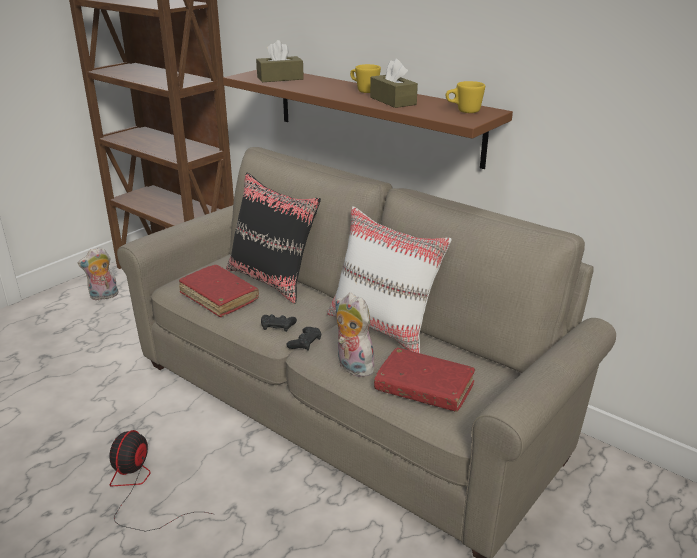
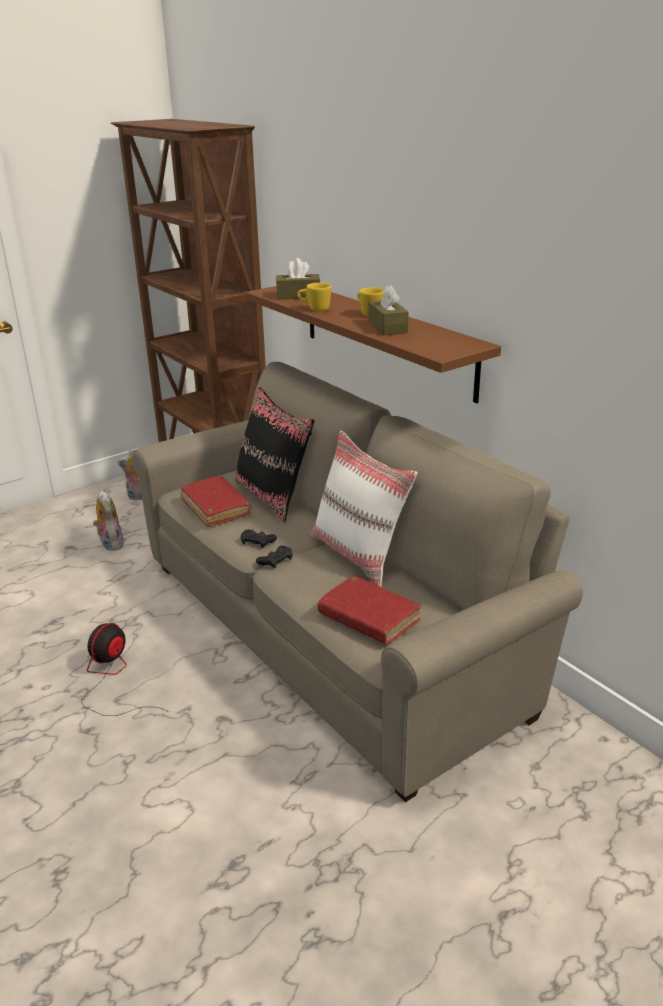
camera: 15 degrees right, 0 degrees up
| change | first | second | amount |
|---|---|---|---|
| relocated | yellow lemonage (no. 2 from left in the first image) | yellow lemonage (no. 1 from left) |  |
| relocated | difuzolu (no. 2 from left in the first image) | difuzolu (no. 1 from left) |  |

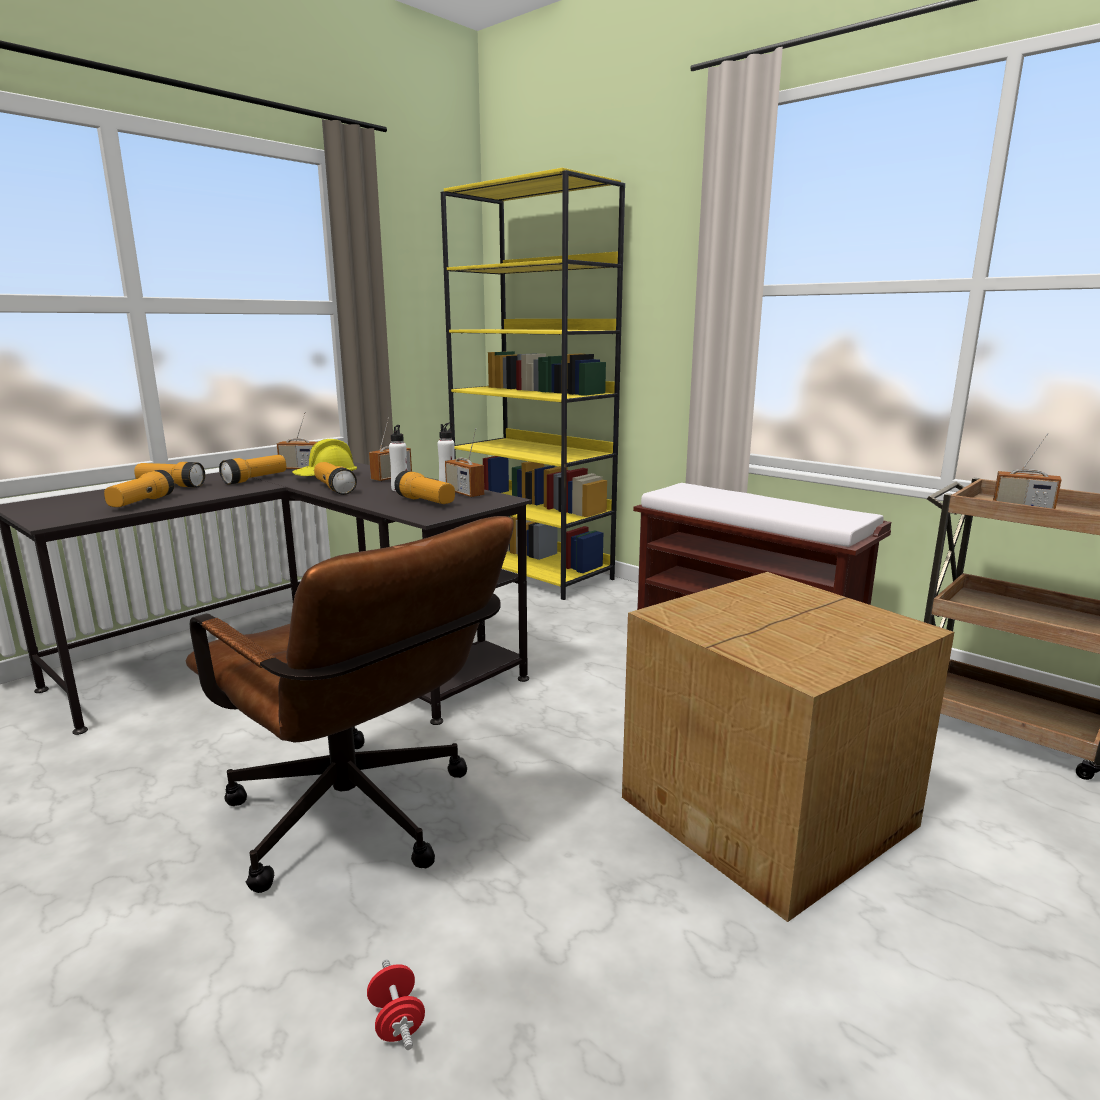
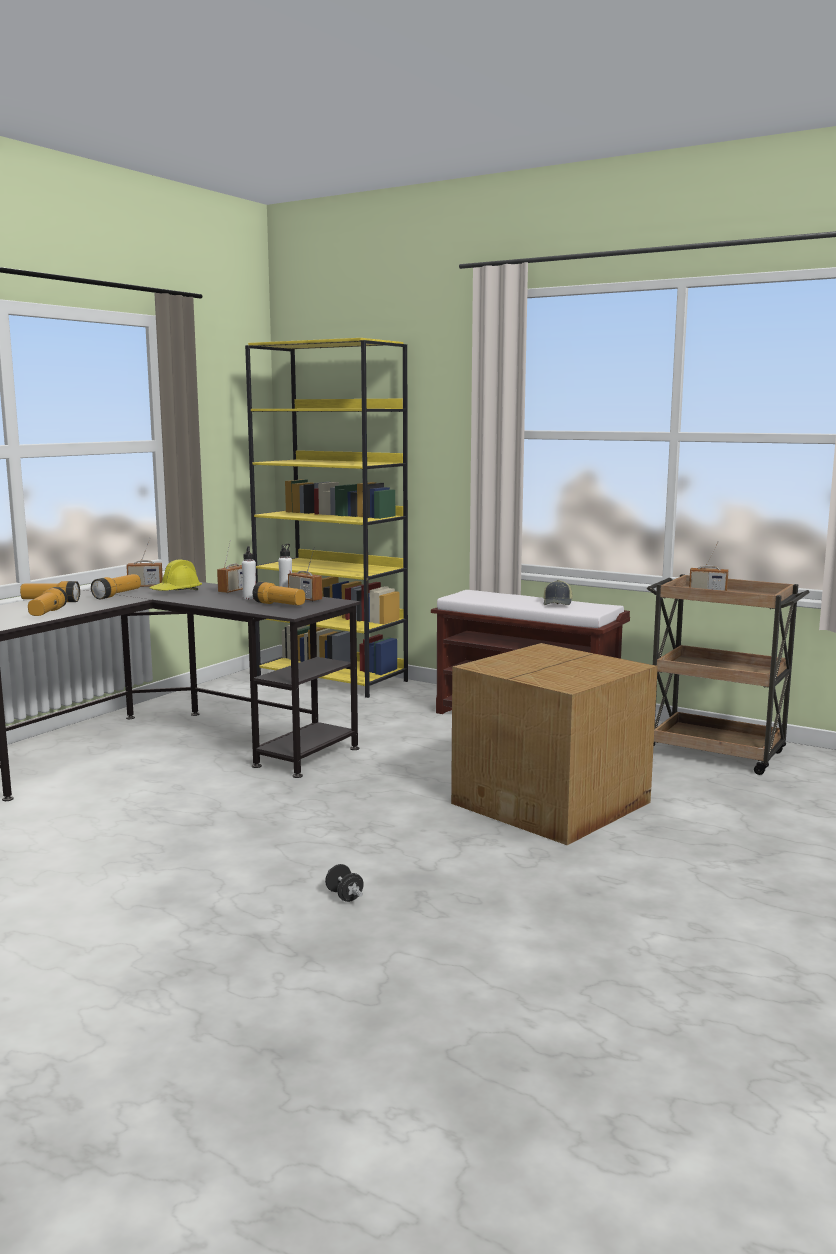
camera: 10 degrees left, 5 degrees down
| change | first | second | amount |
|---|---|---|---|
| missing | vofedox (no. 4 from left) |  |  |
| missing | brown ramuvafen |  |  |
| colour | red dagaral | black dagaral |  |
| appeared |  | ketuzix |  |

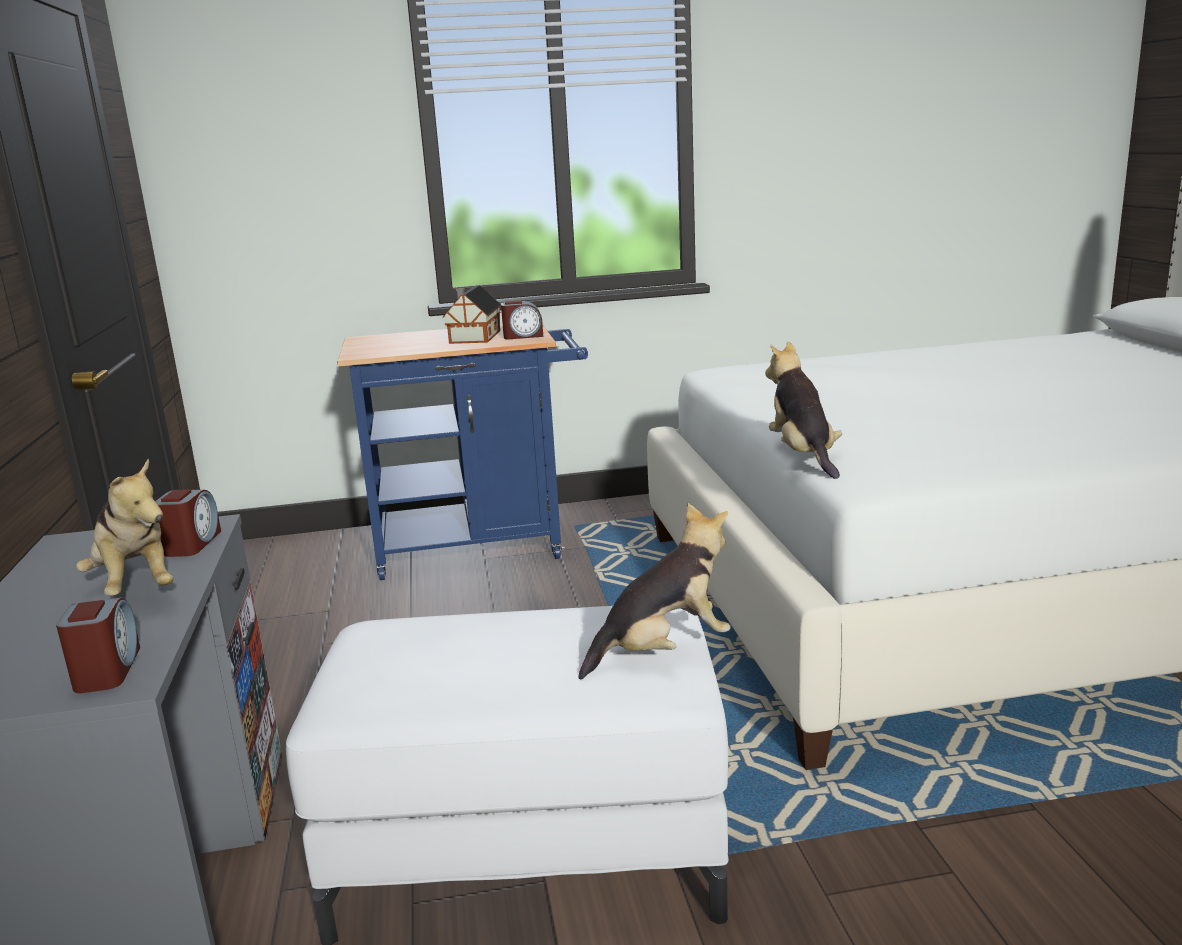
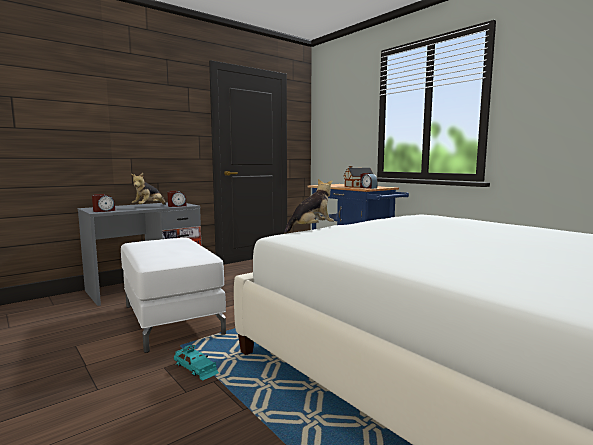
camera: 60 degrees right, 10 degrees down
| change | first | second | amount |
|---|---|---|---|
| missing | difuzolu (no. 2 from left) |  |  |
| appeared |  | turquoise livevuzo |  |

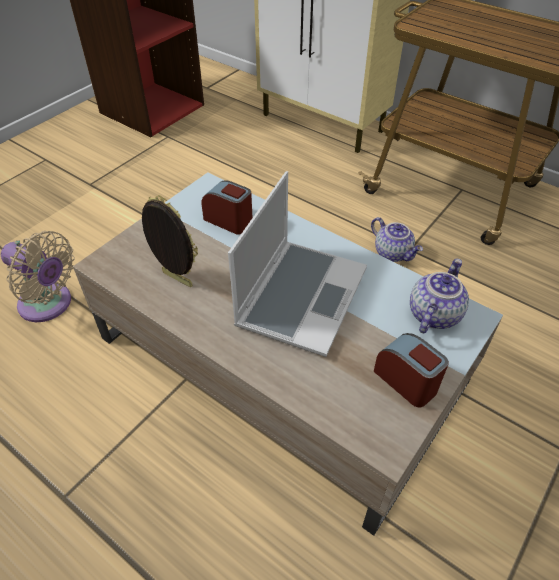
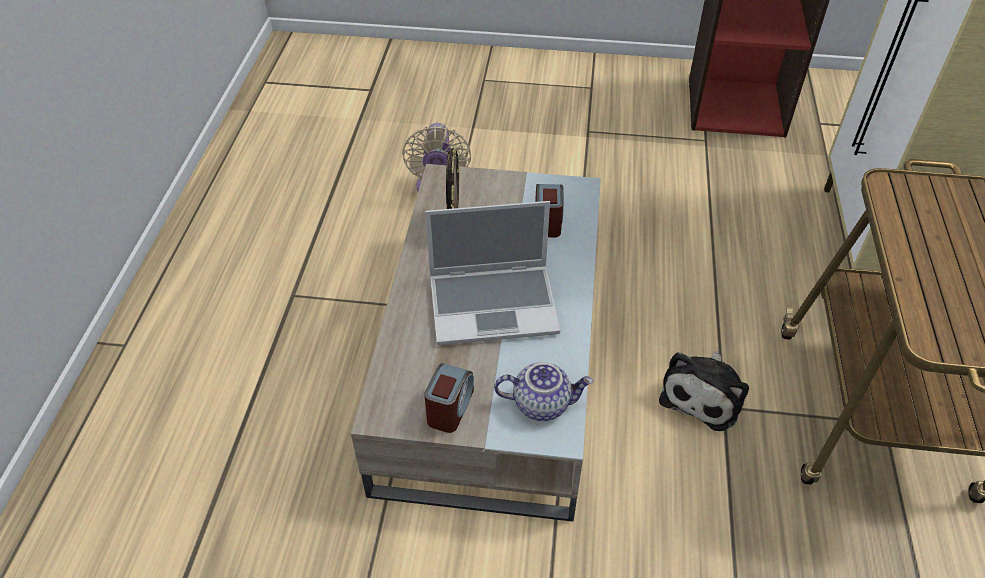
camera: 60 degrees right, 0 degrees up
| change | first | second | amount |
|---|---|---|---|
| exchanged | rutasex (no. 1 from left) | difuzolu |  |

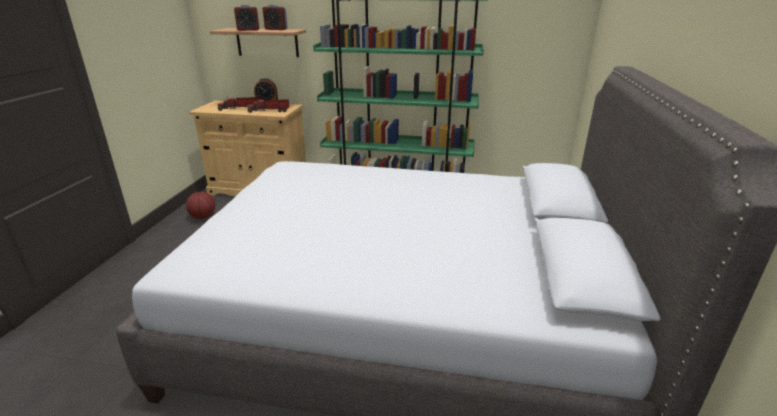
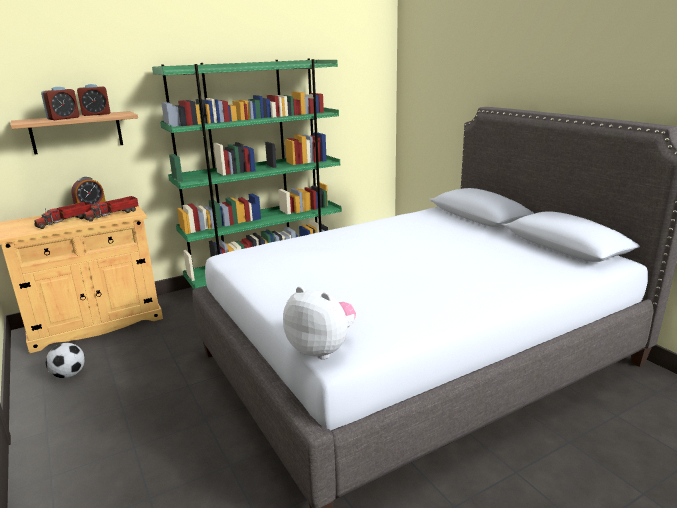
camera: 40 degrees left, 5 degrees down
| change | first | second | amount |
|---|---|---|---|
| exchanged | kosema | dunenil |  |
| appeared |  | difuzolu |  |

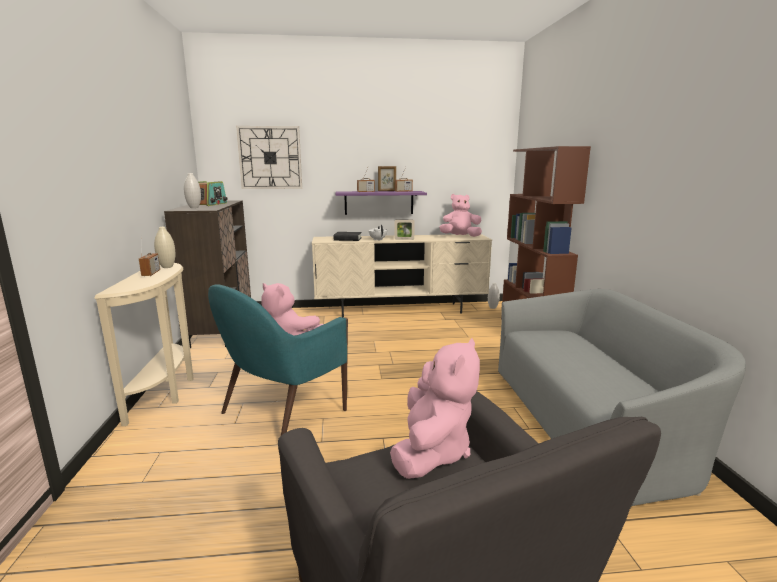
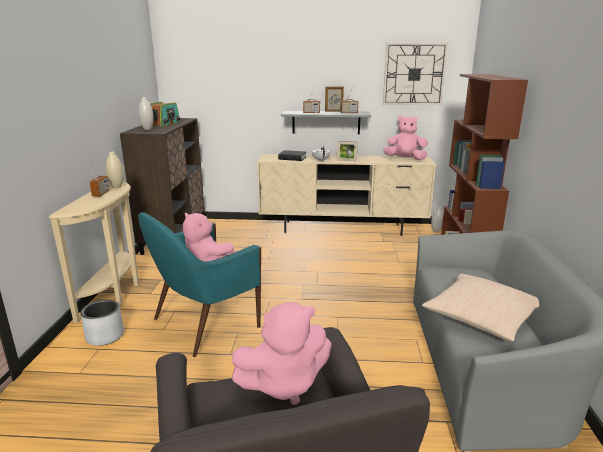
camera: 10 degrees right, 5 degrees up
| change | first | second | amount |
|---|---|---|---|
| relocated | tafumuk |  |  |
| colour | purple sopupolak | grey sopupolak |  |
| spun | pink difuzolu (no. 2 from left) |  | 45 degrees clockwise |
| appeared |  | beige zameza |  |
| appeared |  | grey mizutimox |  |

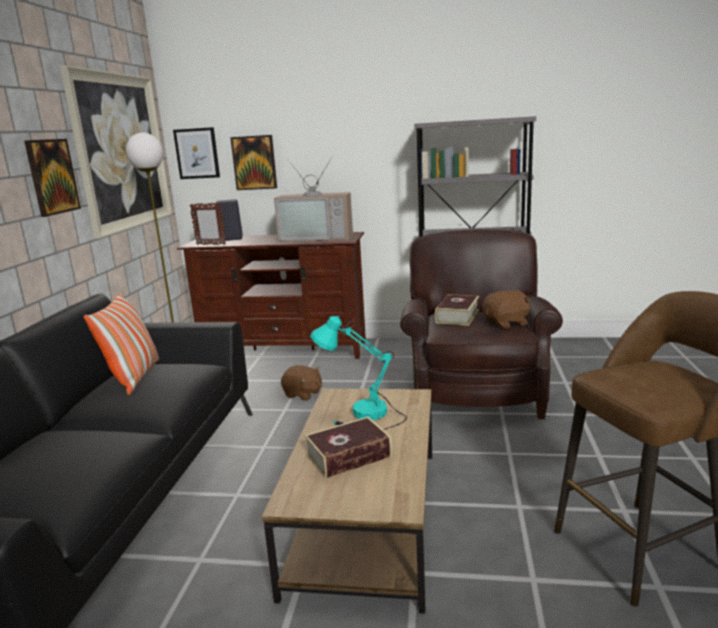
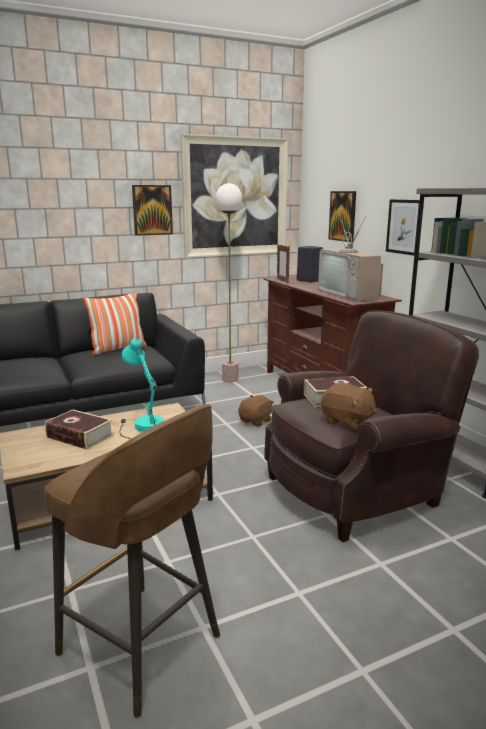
camera: 55 degrees right, 0 degrees up
| change | first | second | amount |
|---|---|---|---|
| relocated | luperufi (no. 3 from left in the first image) | luperufi (no. 4 from left) |  |
| spun | brown difuzolu (no. 1 from left) |  | 135 degrees counterclockwise |

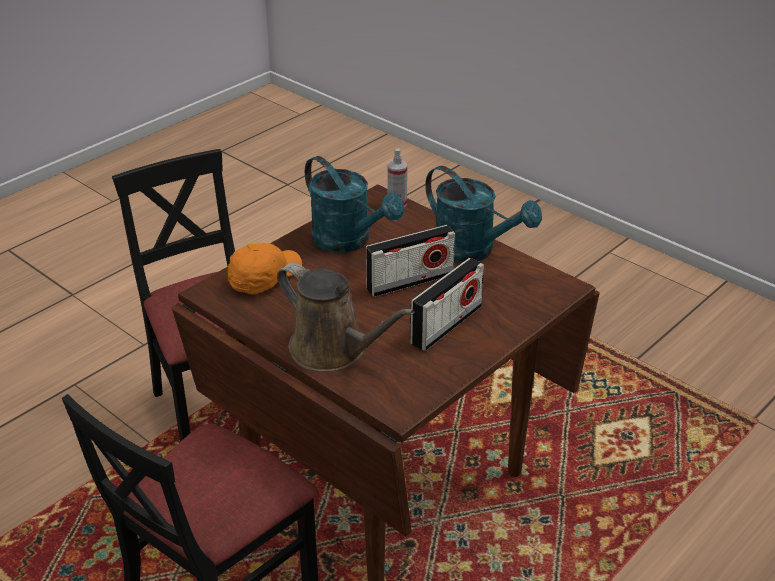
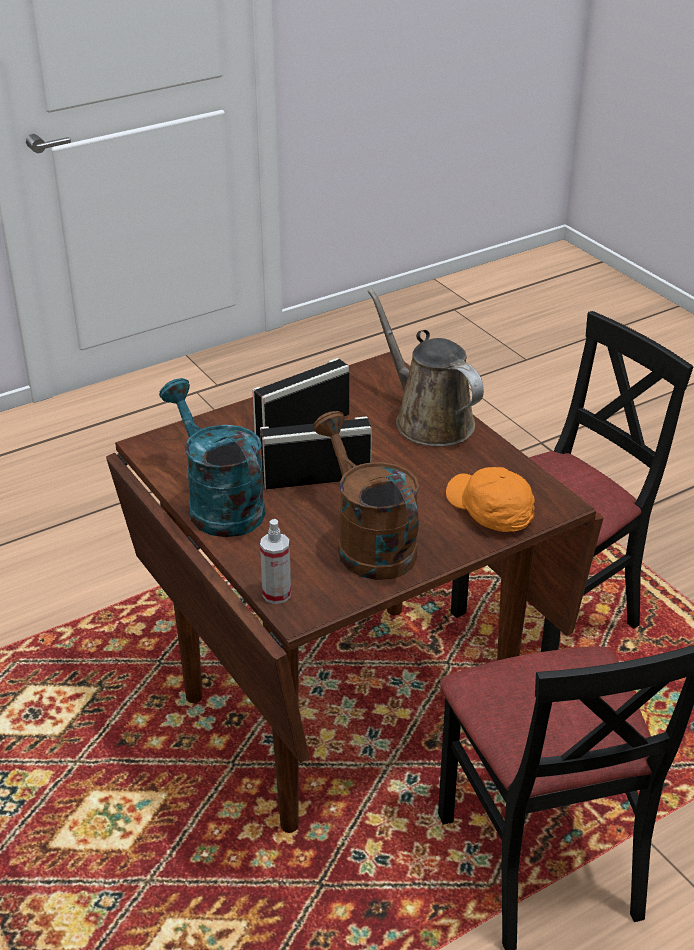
camera: 165 degrees left, 0 degrees up
| change | first | second | amount |
|---|---|---|---|
| colour | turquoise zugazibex (no. 1 from left) | brown zugazibex (no. 1 from left) |  |
| spun | orange ketuzix |  | 90 degrees clockwise |

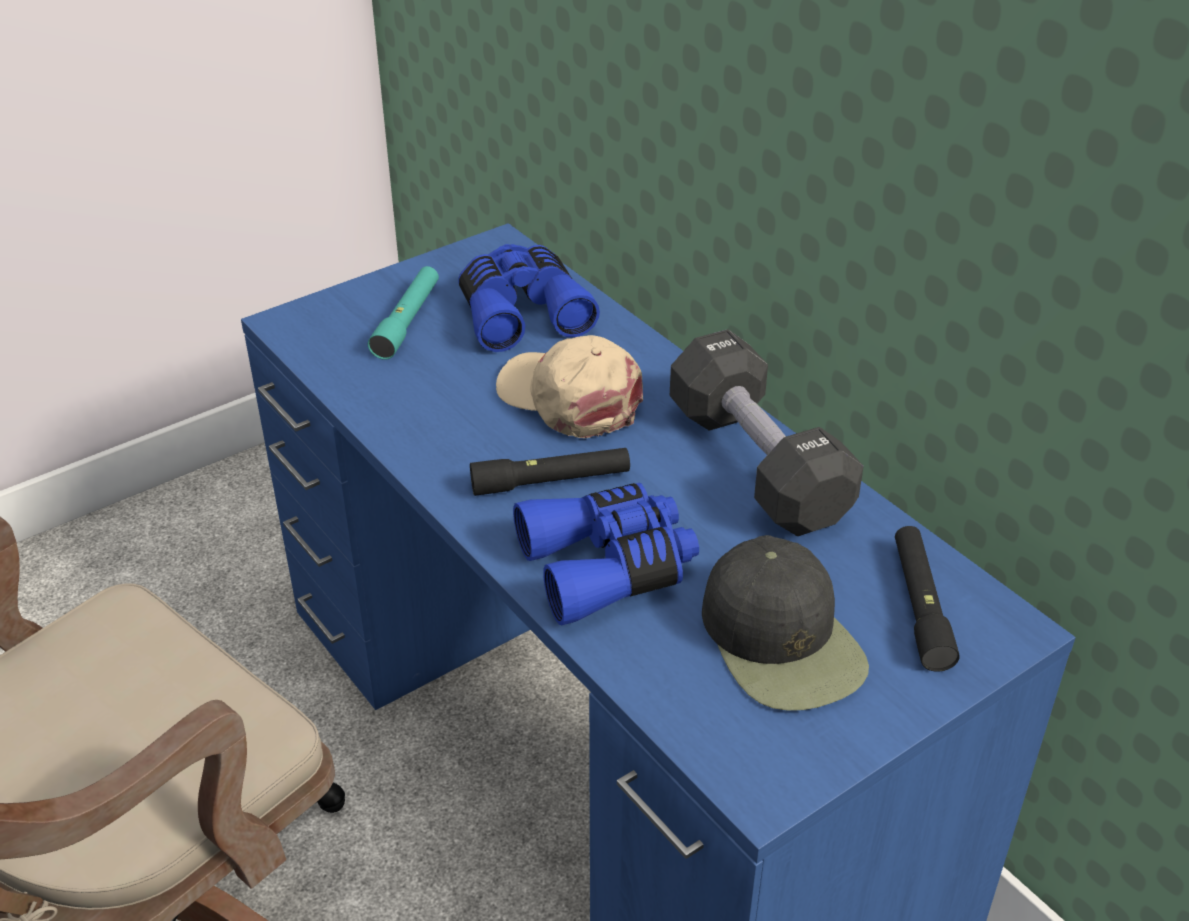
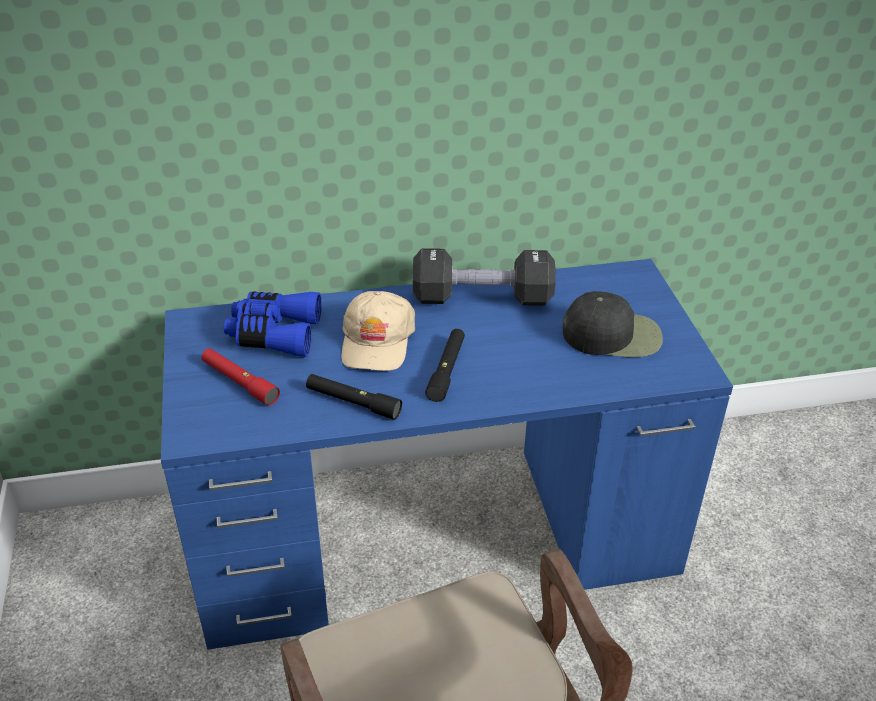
camera: 65 degrees left, 0 degrees up
| change | first | second | amount |
|---|---|---|---|
| colour | turquoise vofedox | red vofedox |  |
| spun | beige ketuzix |  | 60 degrees counterclockwise |
| missing | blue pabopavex (no. 2 from left) |  |  |
| relocated | black vofedox (no. 2 from left in the first image) | black vofedox (no. 1 from left) |  |

